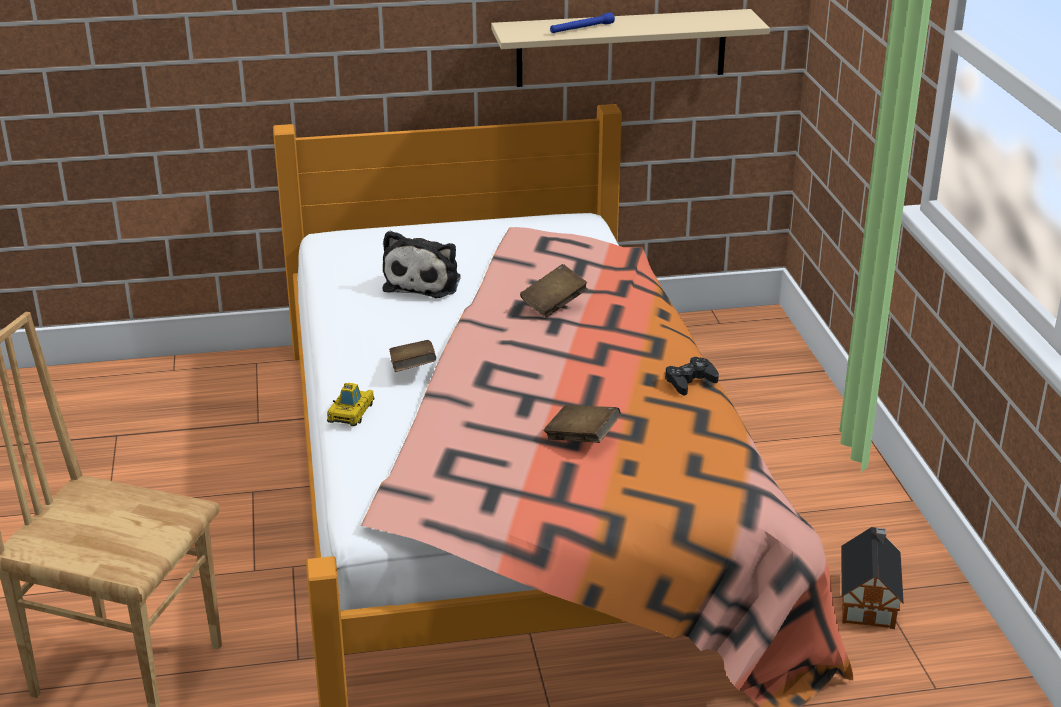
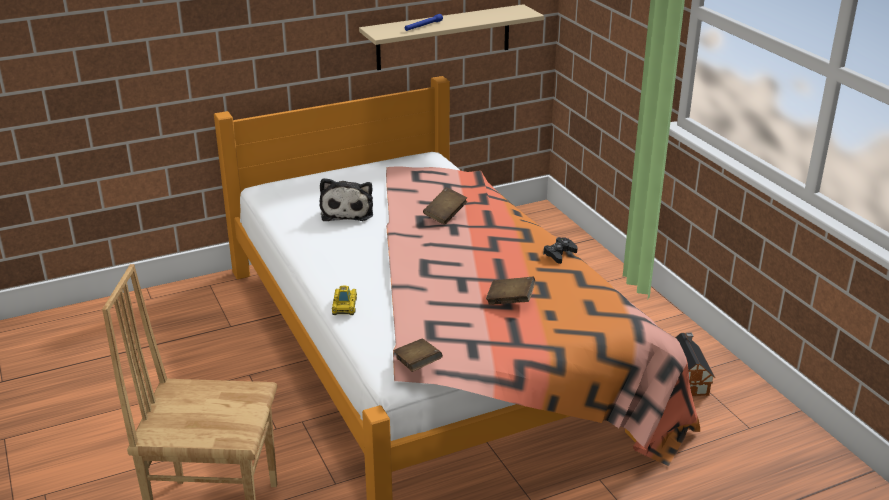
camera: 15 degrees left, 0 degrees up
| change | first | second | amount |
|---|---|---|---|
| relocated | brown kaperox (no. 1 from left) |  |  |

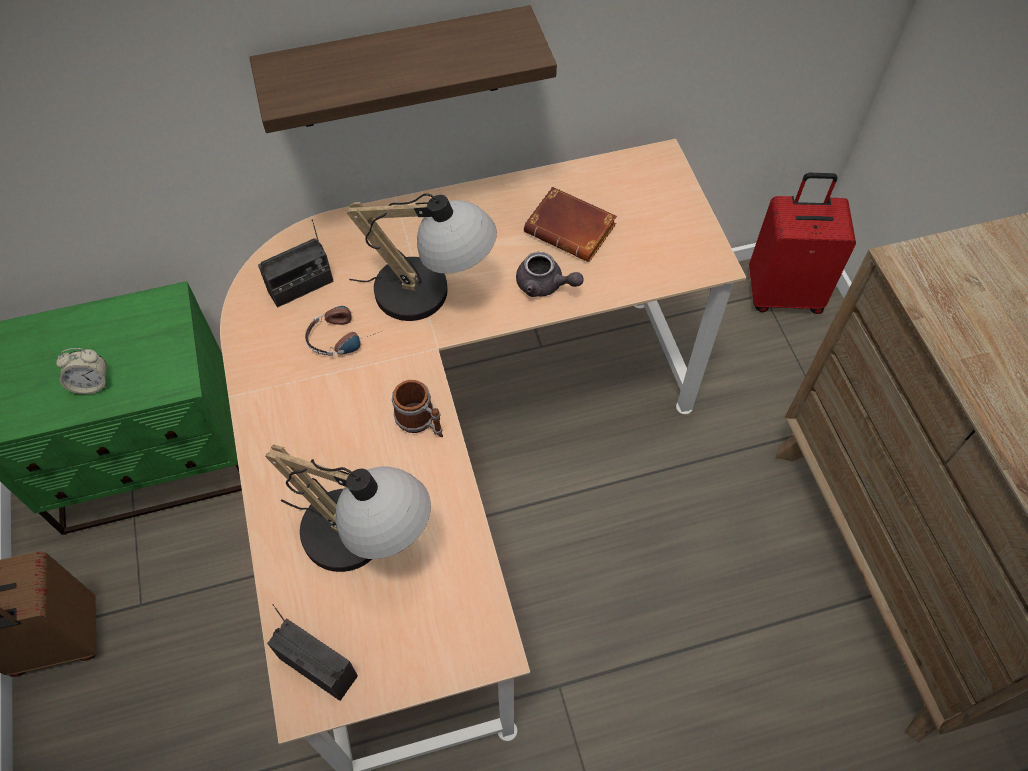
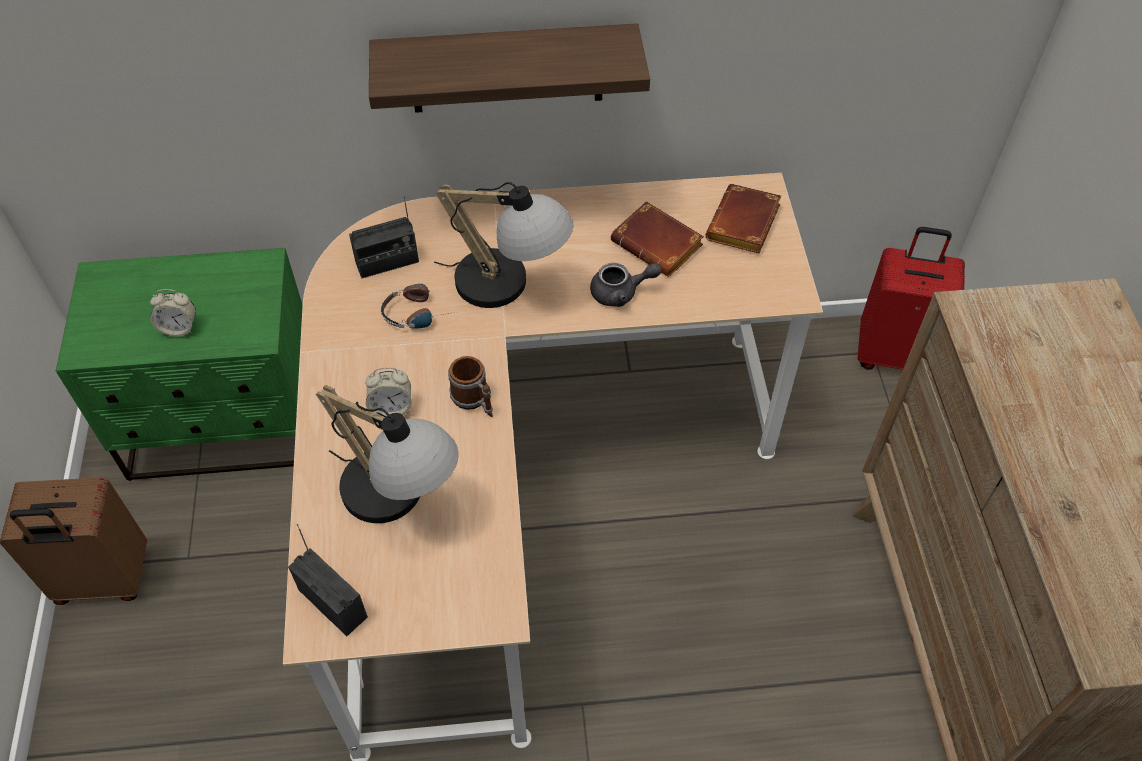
camera: 10 degrees right, 5 degrees down
| change | first | second | amount |
|---|---|---|---|
| spun | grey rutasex |  | 45 degrees counterclockwise |
| appeared |  | brown kaperox (no. 2 from left) |  |
| appeared |  | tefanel (no. 2 from left) |  |

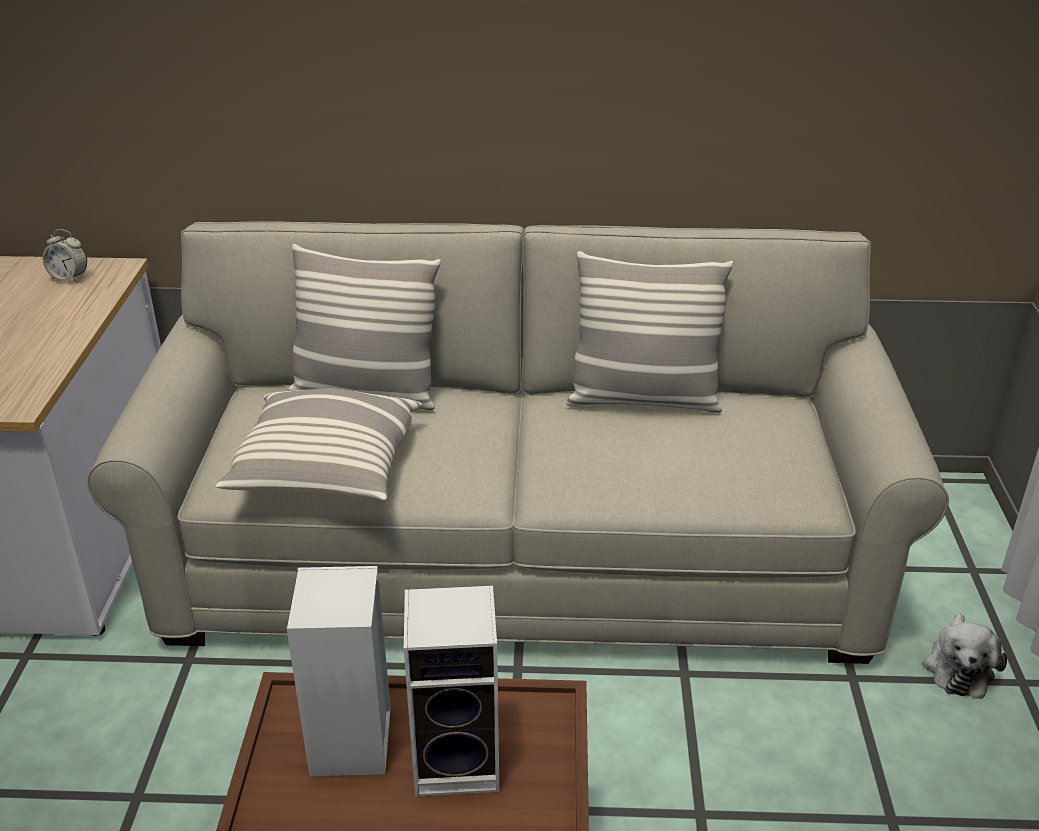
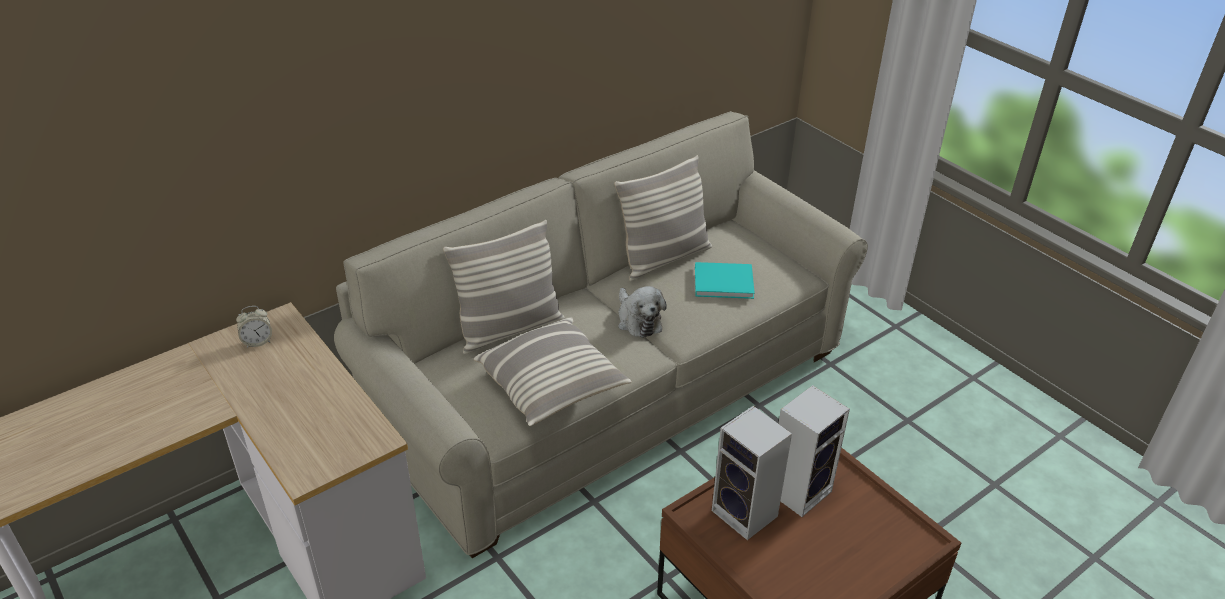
camera: 40 degrees left, 5 degrees up
| change | first | second | amount |
|---|---|---|---|
| relocated | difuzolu |  |  |
| appeared |  | turquoise kaperox |  |

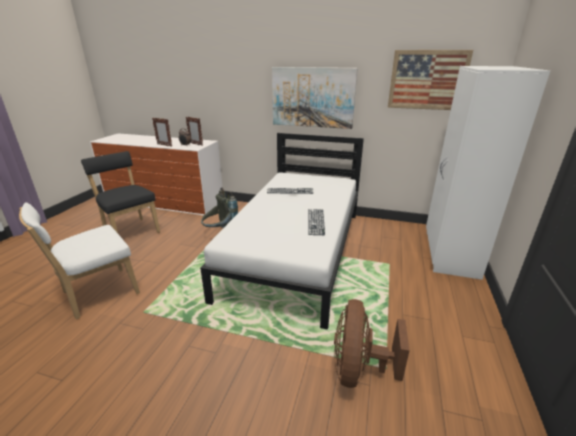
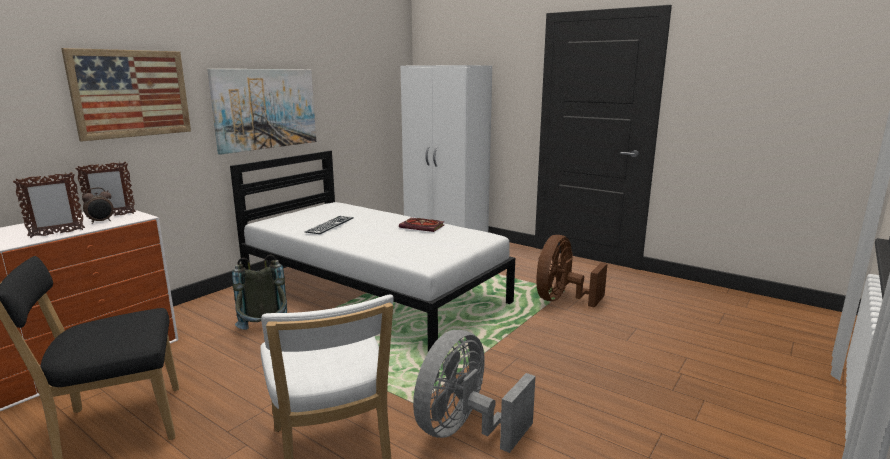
camera: 70 degrees left, 10 degrees down
| change | first | second | amount |
|---|---|---|---|
| relocated | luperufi (no. 2 from left in the first image) | luperufi (no. 1 from left) |  |
| exchanged | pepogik (no. 2 from left) | kaperox |  |
| spun | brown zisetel |  | 90 degrees clockwise |
| appeared |  | grey zisetel |  |

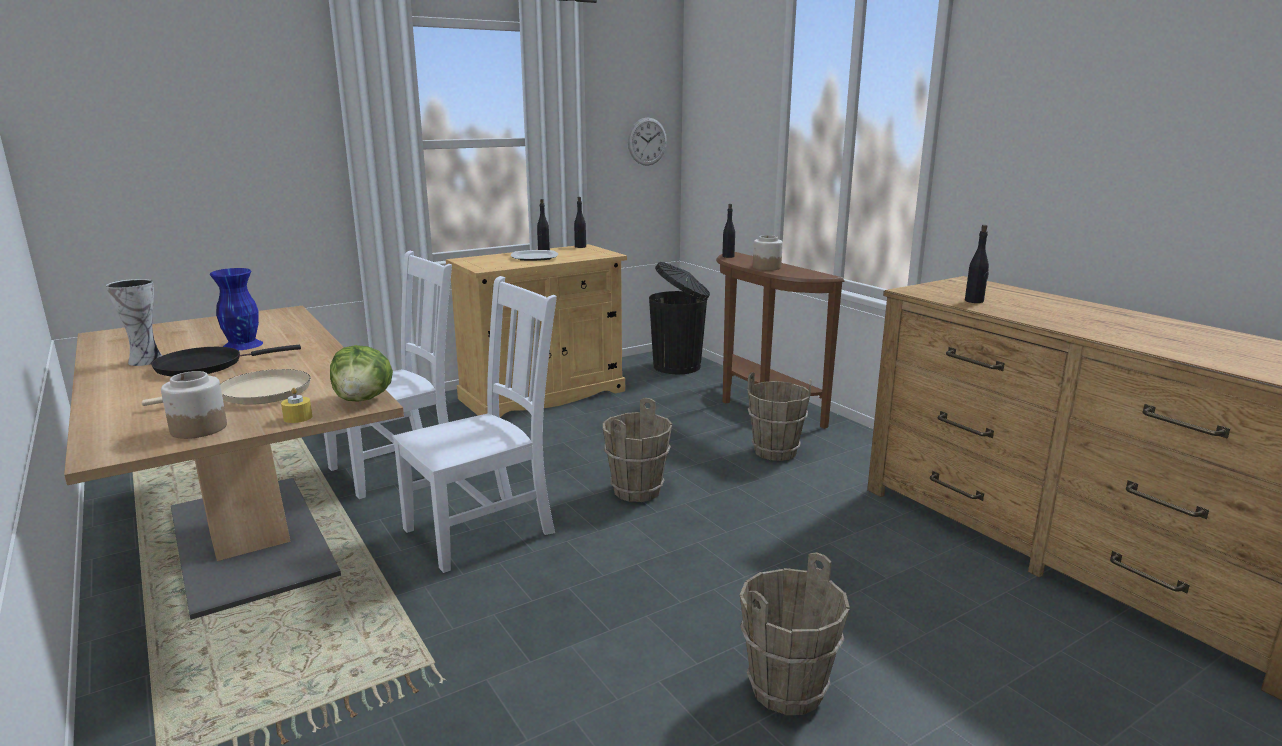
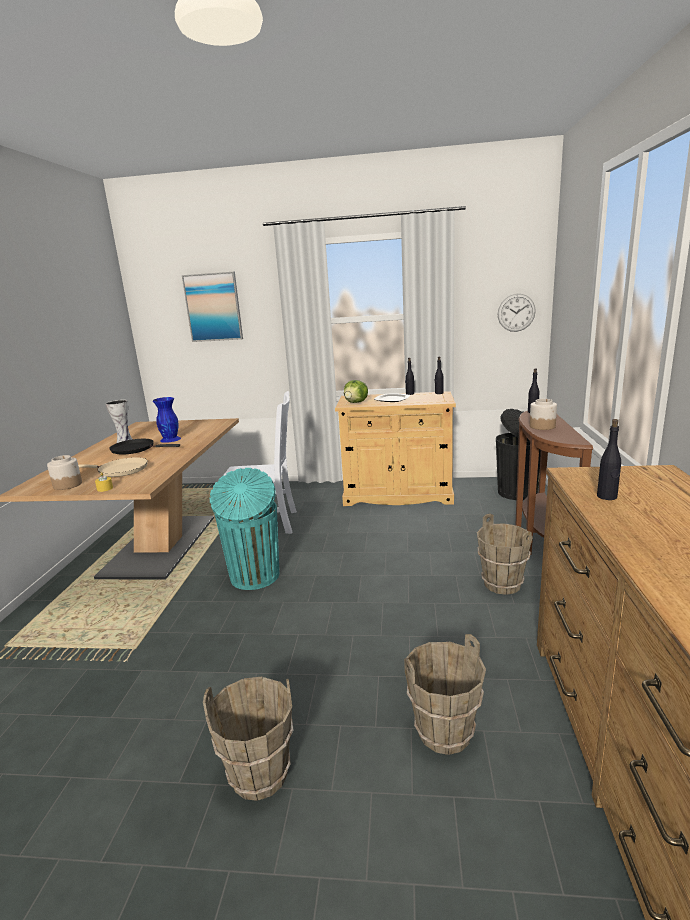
camera: 40 degrees right, 0 degrees up
| change | first | second | amount |
|---|---|---|---|
| exchanged | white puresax (no. 2 from left) | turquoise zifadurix |  |
| relocated | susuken |  |  |
| relocated | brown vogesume (no. 1 from left in the first image) | brown vogesume (no. 2 from left) |  |
| appeared |  | luperufi |  |

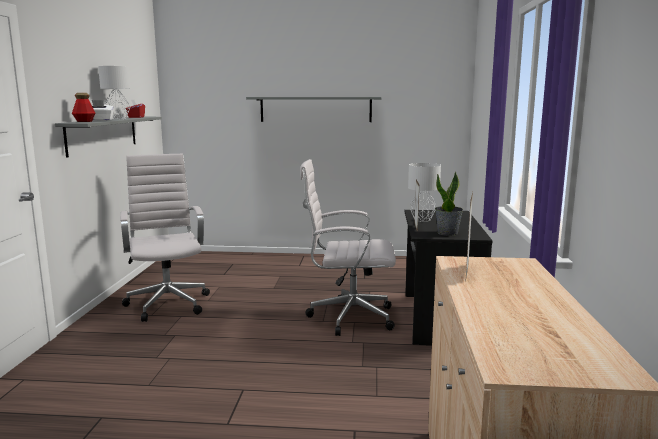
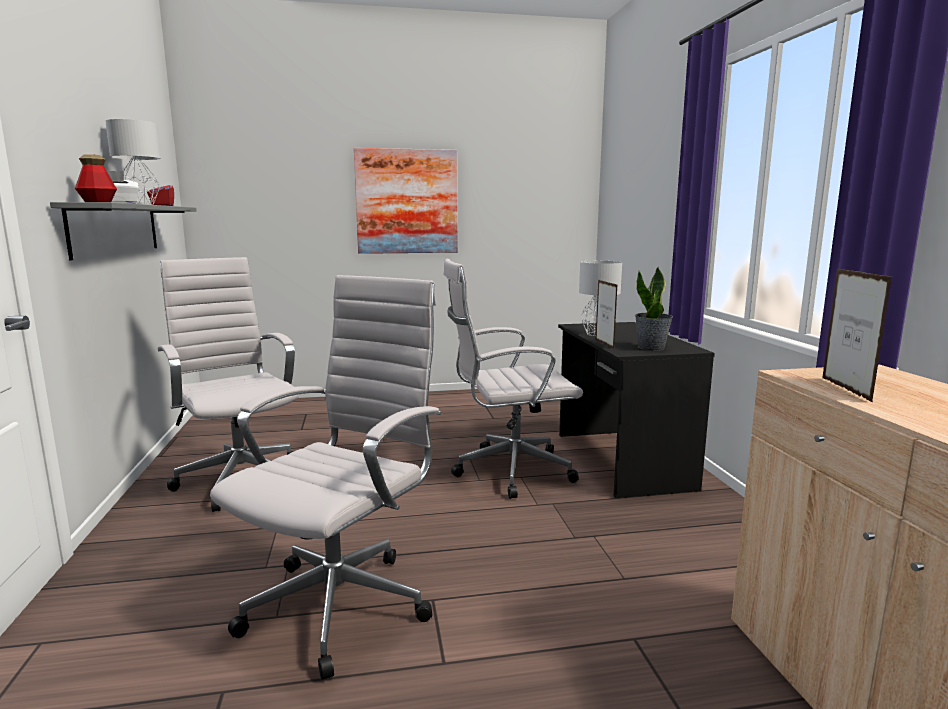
camera: 15 degrees left, 0 degrees up
| change | first | second | amount |
|---|---|---|---|
| exchanged | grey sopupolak (no. 2 from left) | luperufi |  |
| appeared |  | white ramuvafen (no. 2 from left) |  |

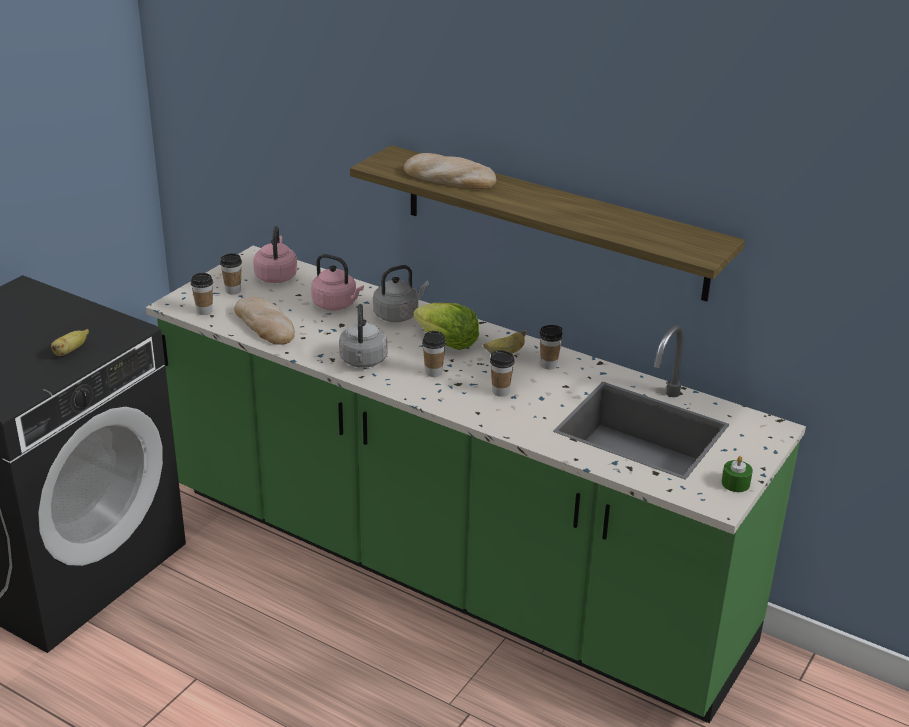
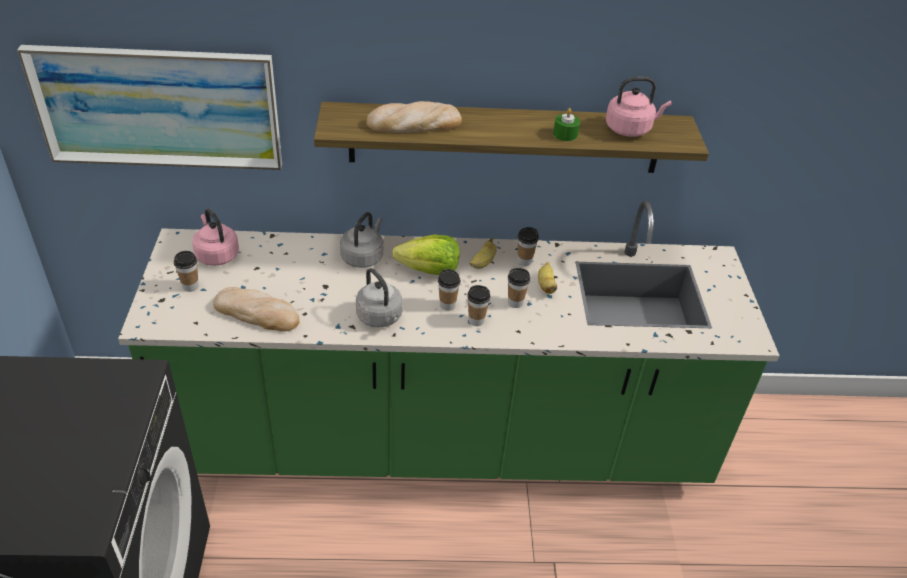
camera: 35 degrees left, 10 degrees up
| change | first | second | amount |
|---|---|---|---|
| relocated | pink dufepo (no. 2 from left) |  |  |
| relocated | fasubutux (no. 1 from left in the first image) | fasubutux (no. 3 from left) |  |
| relocated | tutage (no. 1 from left in the first image) | tutage (no. 2 from left) |  |
| relocated | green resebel |  |  |
| appeared |  | luperufi |  |

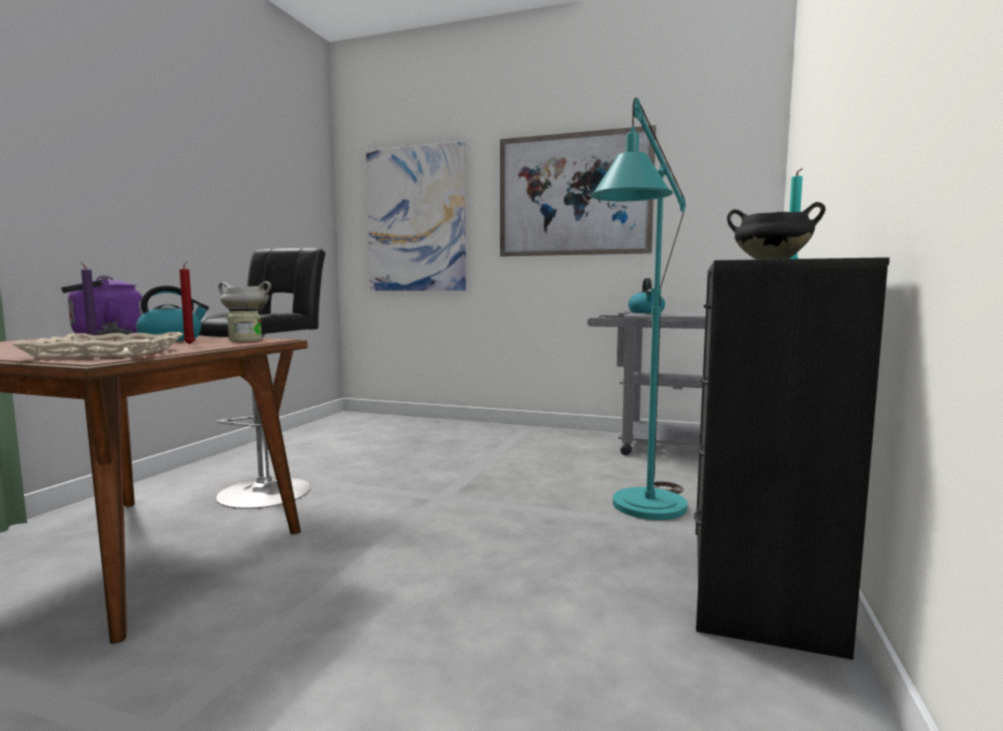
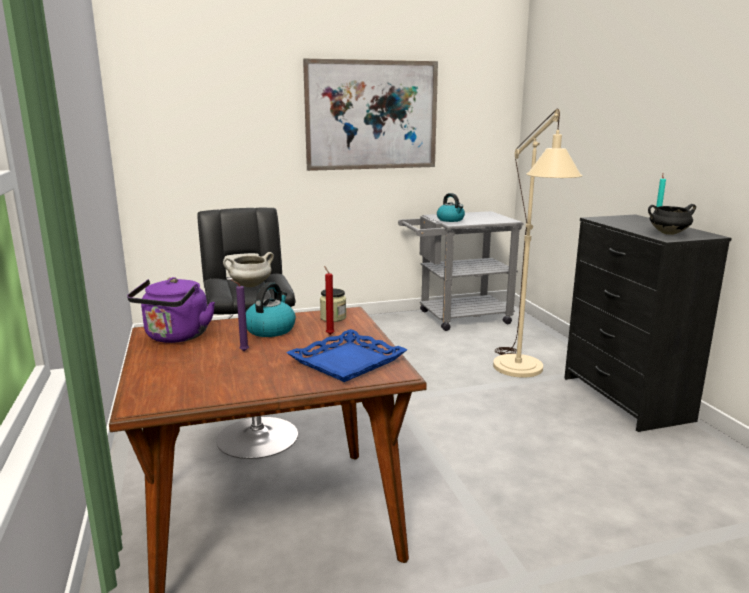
camera: 35 degrees left, 10 degrees up
| change | first | second | amount |
|---|---|---|---|
| colour | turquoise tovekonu | beige tovekonu |  |
| missing | luperufi (no. 1 from left) |  |  |
| colour | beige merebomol | blue merebomol |  |

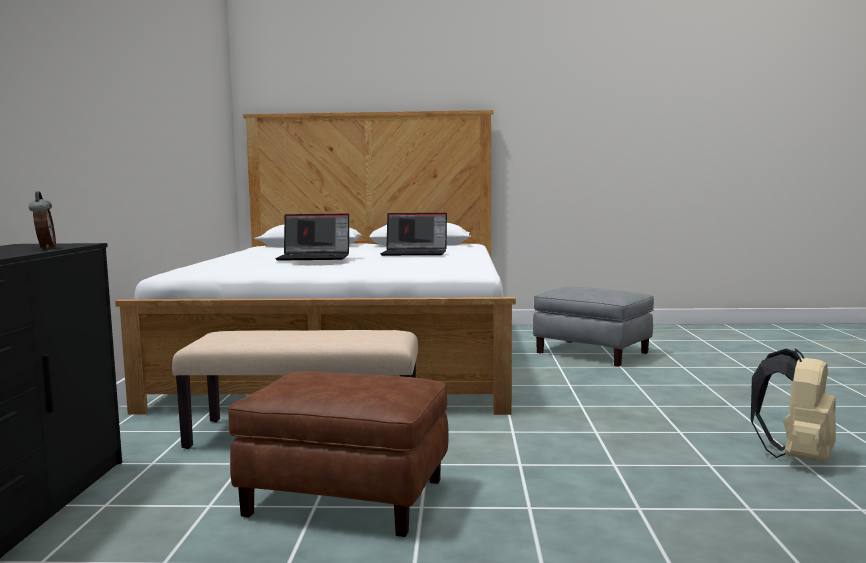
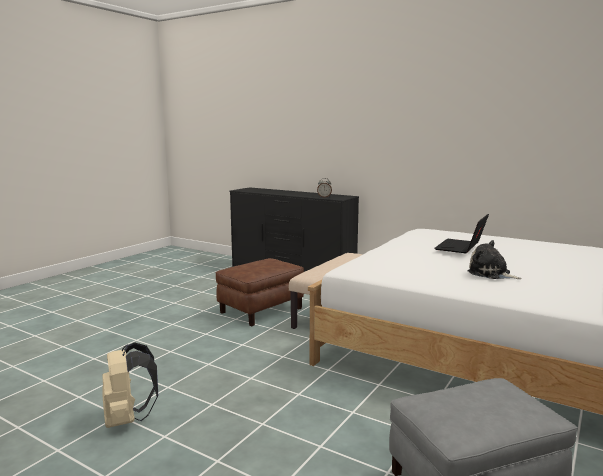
camera: 120 degrees right, 5 degrees up
| change | first | second | amount |
|---|---|---|---|
| exchanged | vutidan (no. 2 from left) | difuzolu |  |

